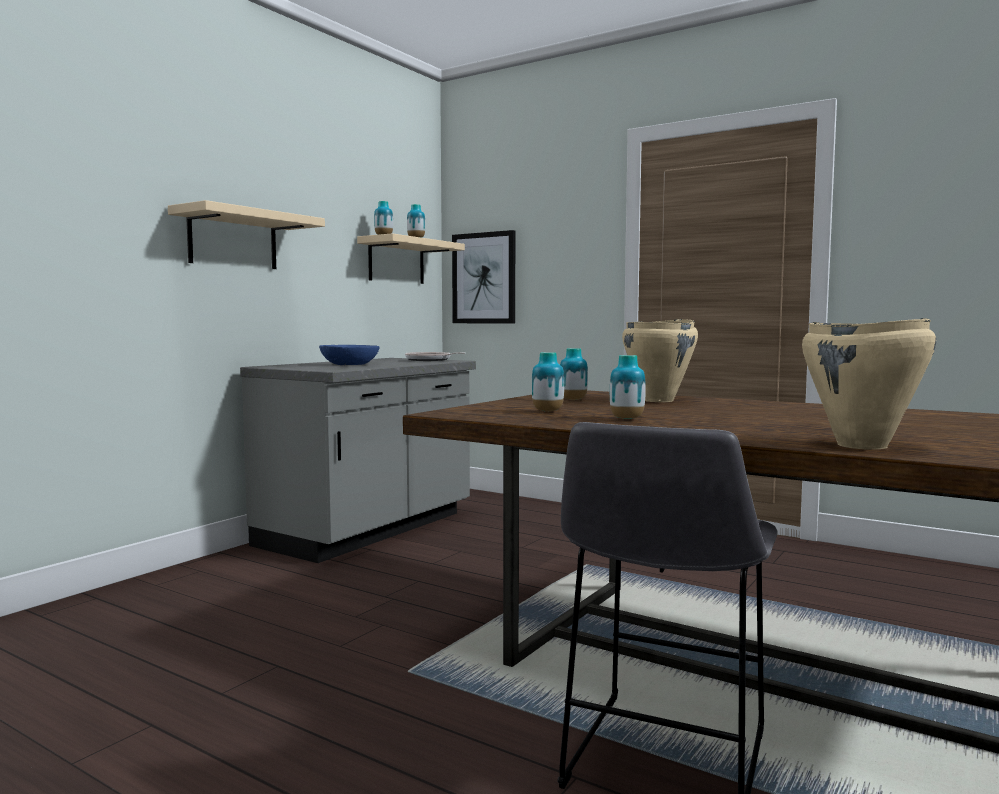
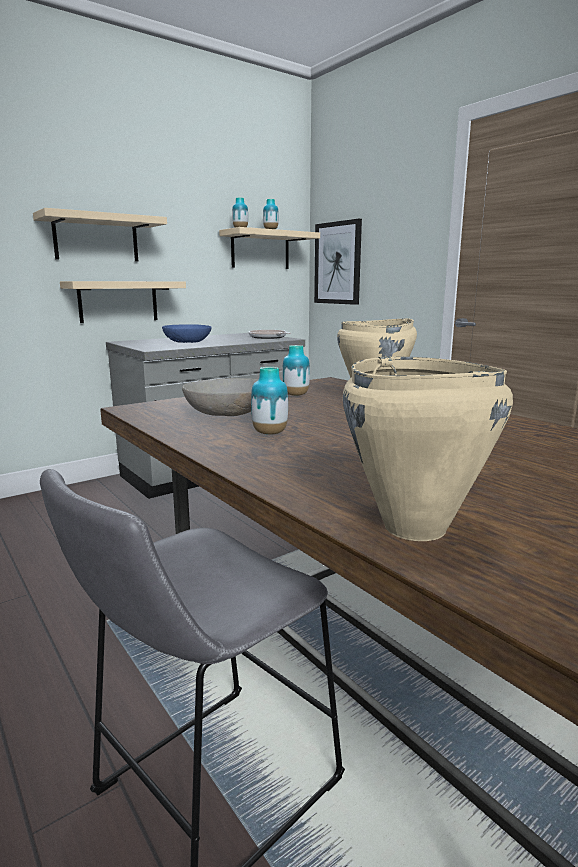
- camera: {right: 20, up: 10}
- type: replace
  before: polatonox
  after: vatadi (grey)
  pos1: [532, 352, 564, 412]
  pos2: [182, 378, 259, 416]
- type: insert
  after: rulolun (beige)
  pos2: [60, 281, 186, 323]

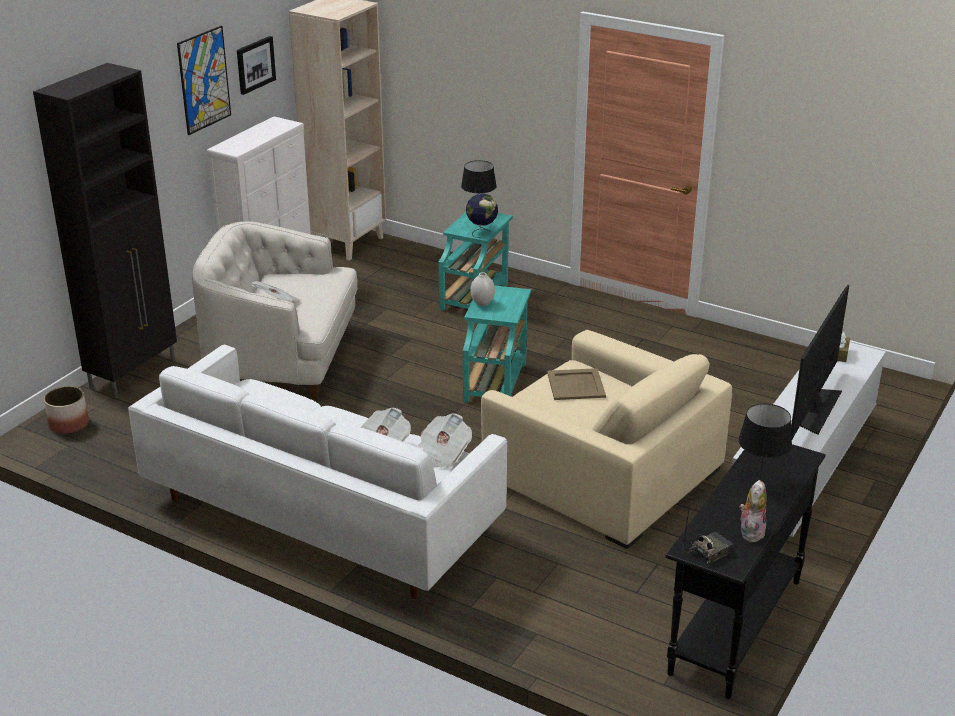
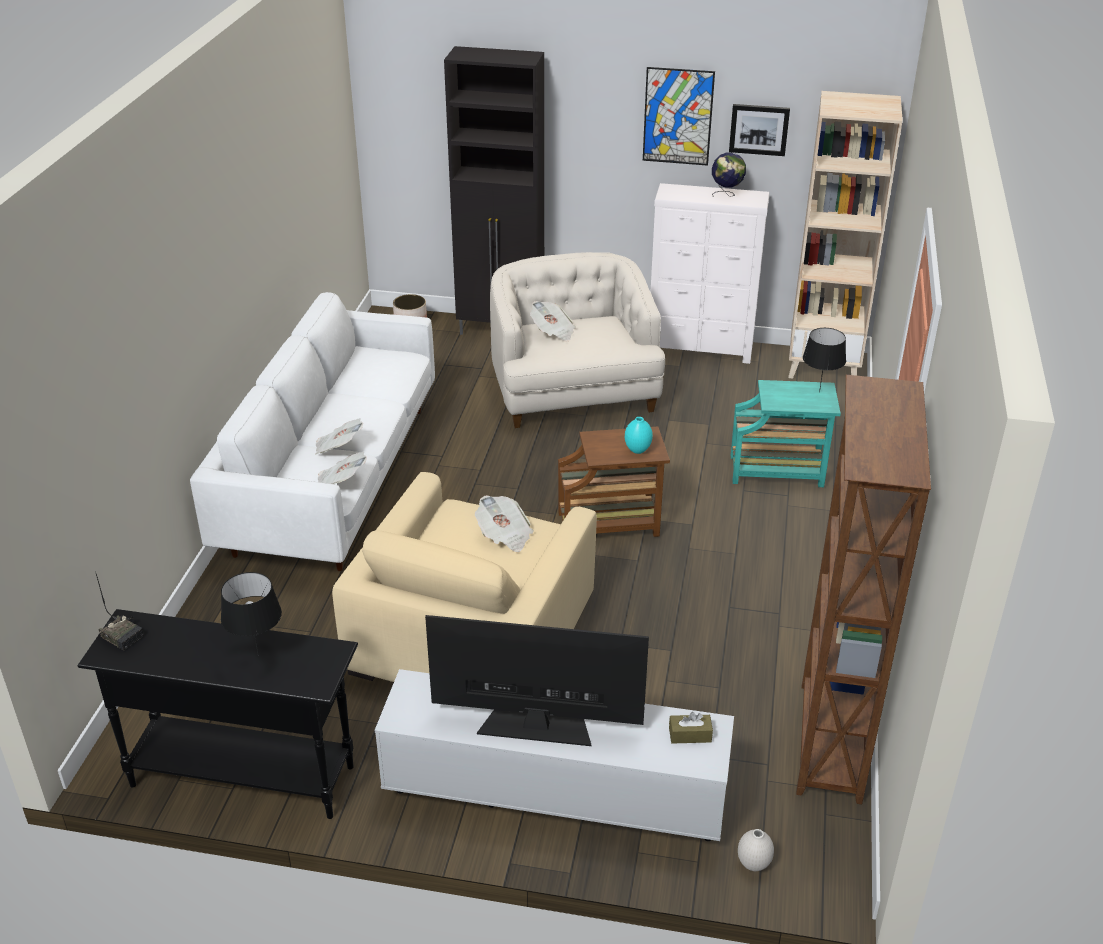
- camera: {right: 70, up: 5}
- type: move
  before: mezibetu
  pos1: [466, 193, 498, 238]
  pos2: [712, 153, 746, 197]
- type: move
  before: polatonox (white)
  pos1: [470, 272, 495, 306]
  pos2: [738, 829, 774, 871]
- type: recolor
  before: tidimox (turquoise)
  after: tidimox (brown)
  pos1: [463, 285, 531, 403]
  pos2: [558, 426, 670, 537]
- type: replace
  before: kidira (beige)
  after: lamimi
  pos1: [547, 368, 606, 400]
  pos2: [475, 495, 534, 552]
- type: delete
  before: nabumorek
  pos1: [740, 480, 767, 543]
- type: insert
  after: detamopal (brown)
  pos2: [796, 375, 931, 804]
- type: insert
  after: polatonox (turquoise)
  pos2: [625, 417, 653, 454]

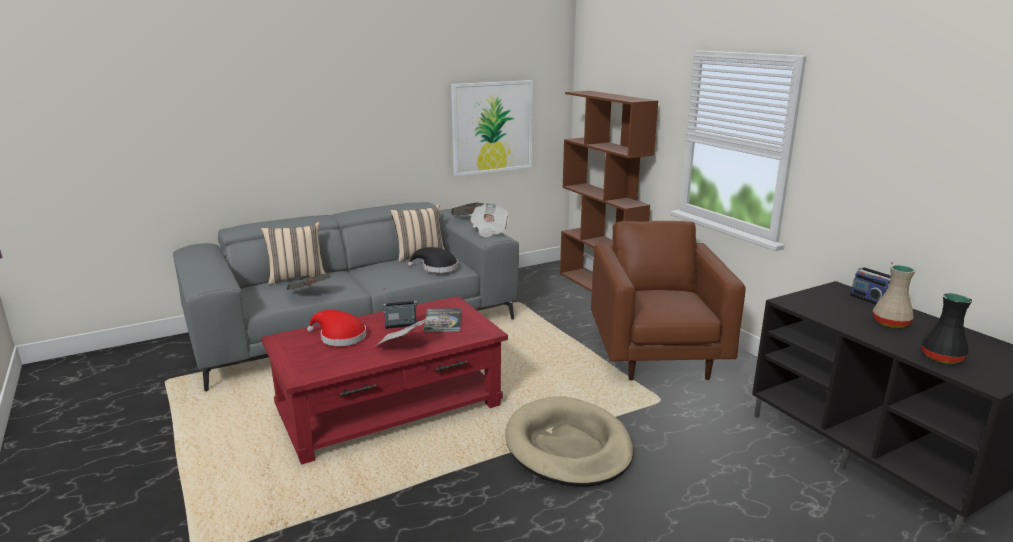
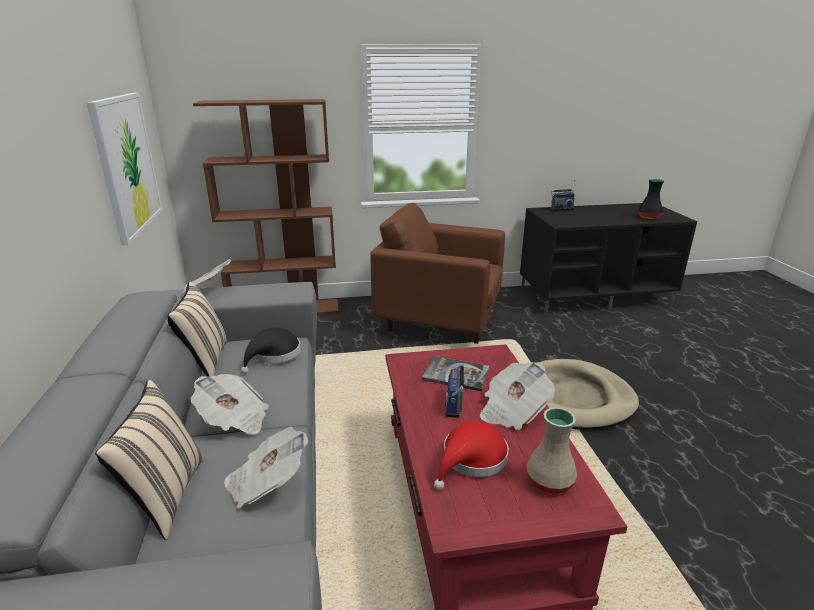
- camera: {right: -70, up: 5}
- type: move
  before: lamimi
  pos1: [470, 203, 510, 237]
  pos2: [190, 374, 269, 435]
- type: move
  before: polatonox (beige)
  pos1: [873, 265, 916, 328]
  pos2: [526, 407, 577, 494]

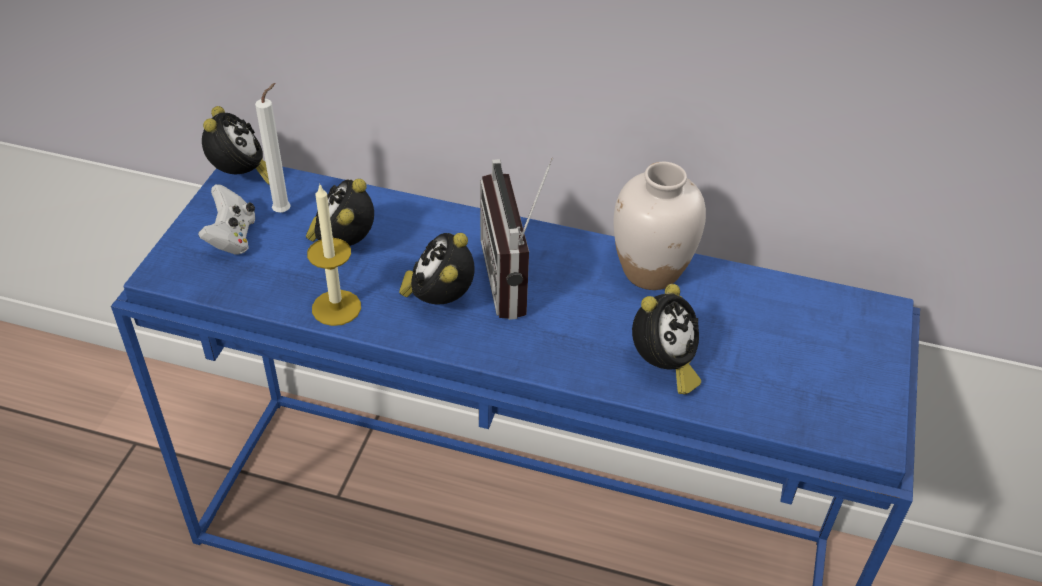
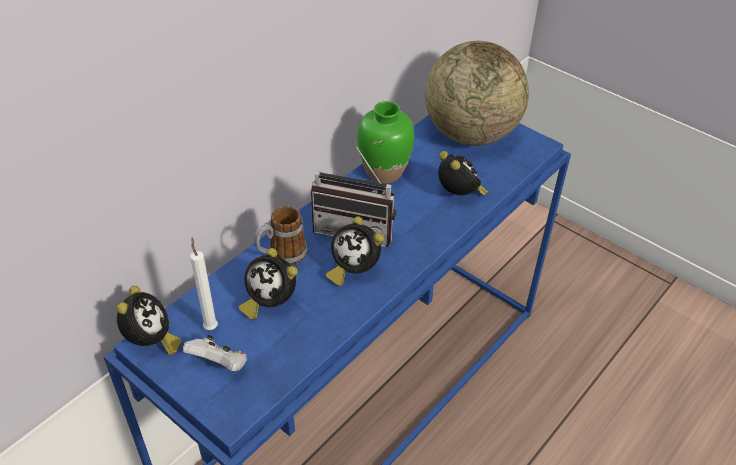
- camera: {right: -65, up: 0}
- type: rotate
  before: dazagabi
  pos1: [202, 106, 270, 185]
  pos2: [117, 286, 181, 355]
  turn: 75
- type: recolor
  before: polatonox (white)
  after: polatonox (green)
  pos1: [613, 162, 706, 290]
  pos2: [357, 101, 414, 184]
- type: delete
  before: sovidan
  pos1: [307, 183, 361, 326]
- type: insert
  after: mezibetu
  pos2: [425, 41, 529, 146]
- type: insert
  after: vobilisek
  pos2: [254, 206, 307, 265]

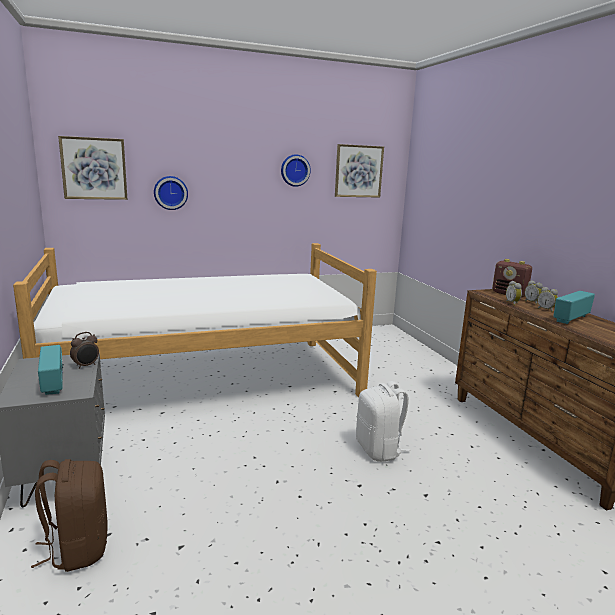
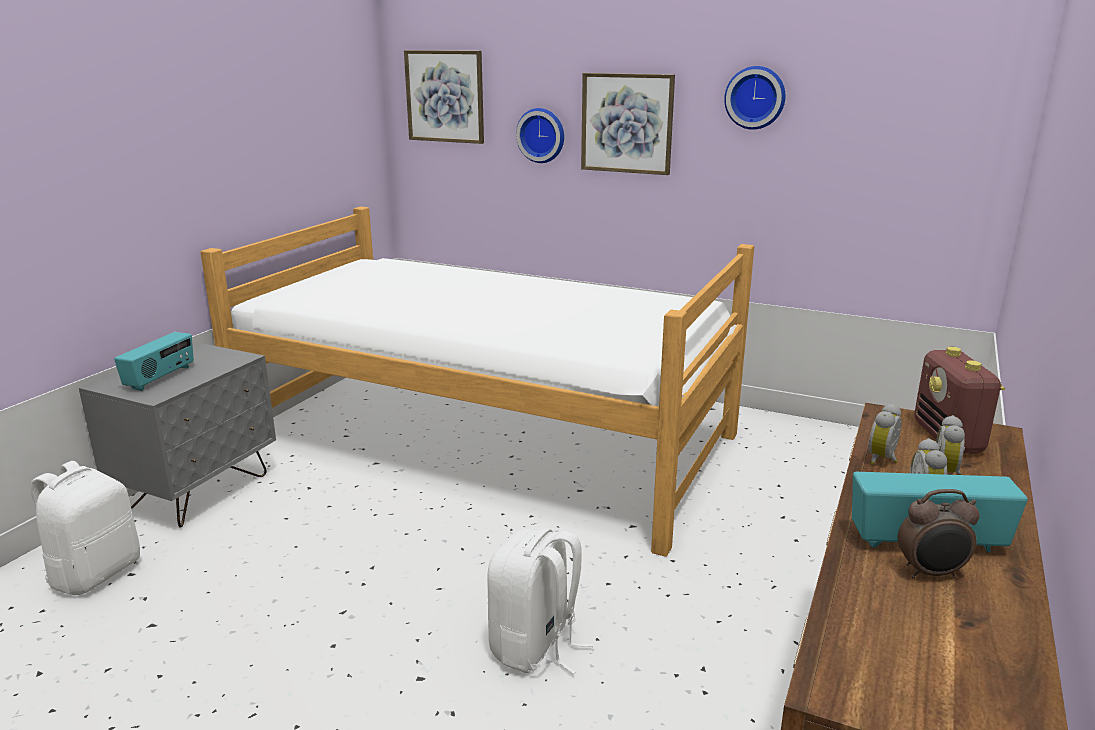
- camera: {right: 45, up: 5}
- type: move
  before: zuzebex
  pos1: [335, 144, 384, 198]
  pos2: [581, 73, 675, 175]
- type: move
  before: dazagabi
  pos1: [70, 332, 99, 369]
  pos2: [898, 489, 980, 578]
- type: recolor
  before: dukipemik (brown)
  after: dukipemik (white)
  pos1: [31, 459, 108, 572]
  pos2: [30, 461, 140, 595]

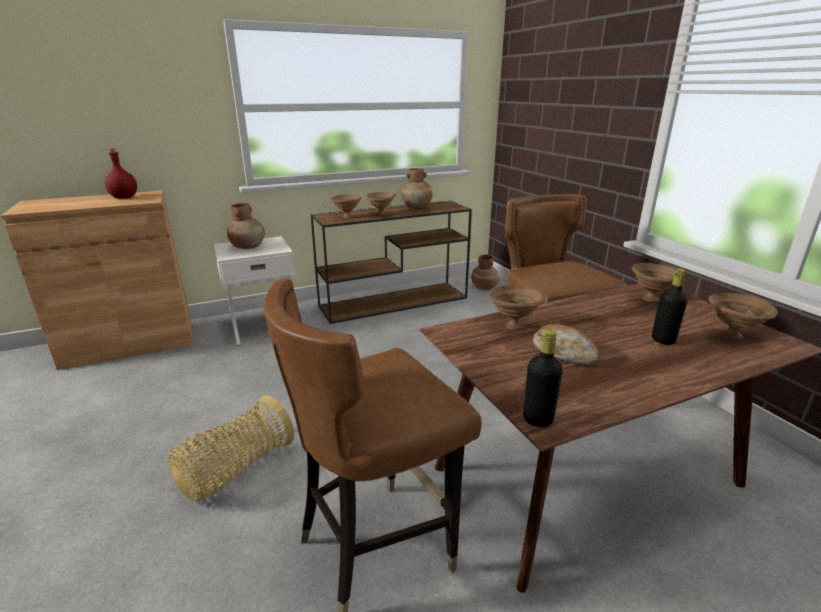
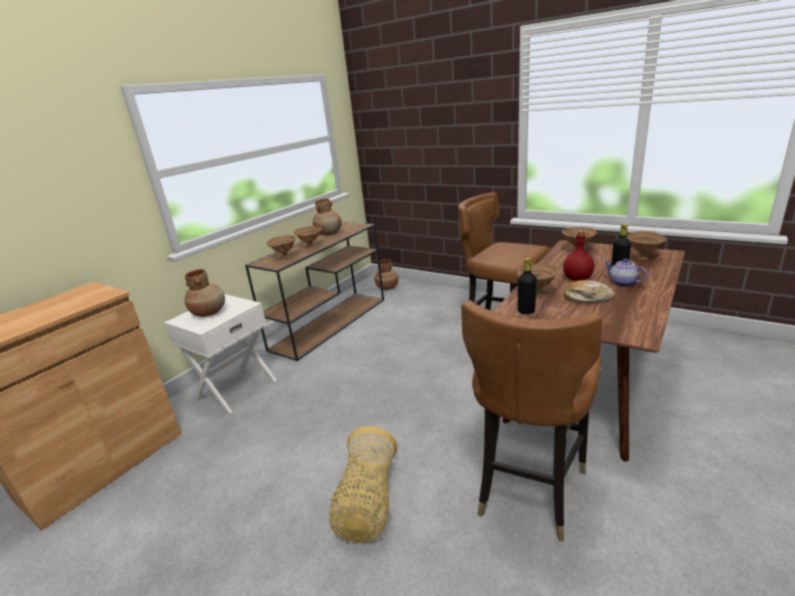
- camera: {right: -30, up: 0}
- type: move
  before: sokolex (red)
  pos1: [105, 148, 137, 199]
  pos2: [563, 230, 594, 281]
- type: move
  before: sokolex (black)
  pos1: [523, 330, 563, 427]
  pos2: [518, 258, 537, 314]
- type: insert
  after: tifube
  pos2: [604, 259, 648, 287]

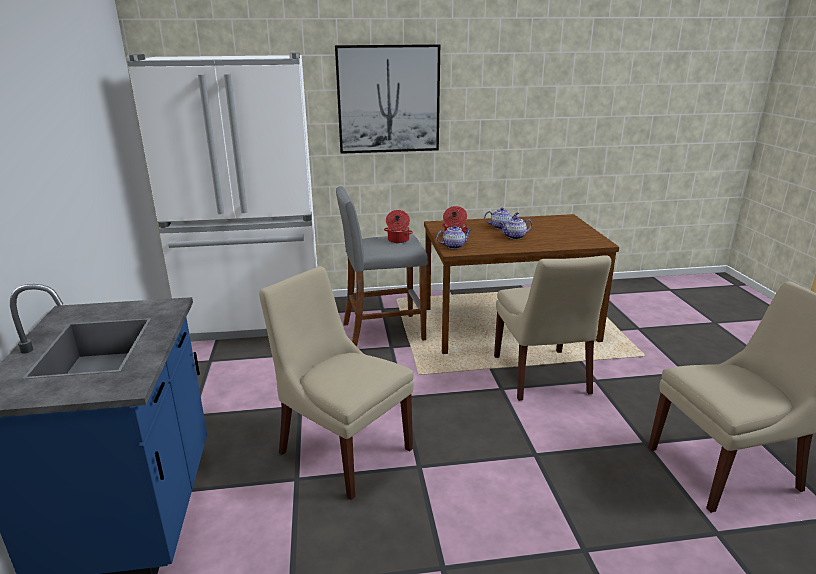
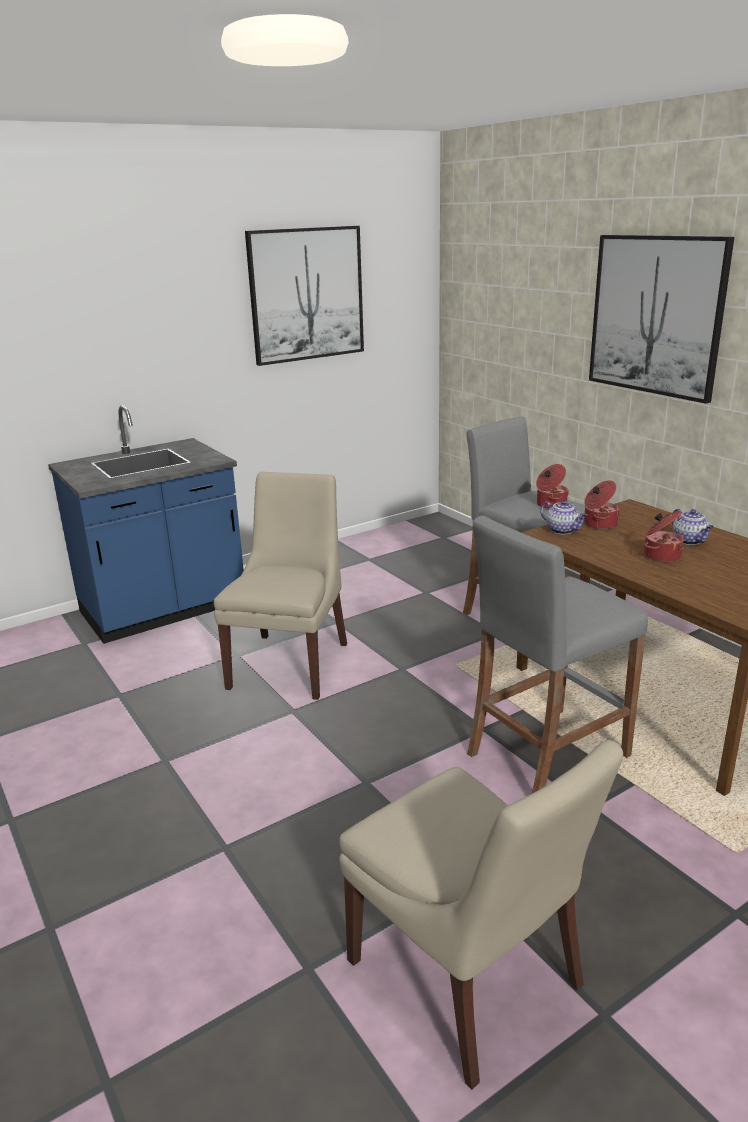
- camera: {right: 65, up: 0}
- type: delete
  before: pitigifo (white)
  pos1: [127, 52, 317, 342]
- type: replace
  before: tifube
  after: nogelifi
  pos1: [500, 216, 532, 239]
  pos2: [644, 510, 684, 562]
- type: replace
  before: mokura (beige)
  after: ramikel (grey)
  pos1: [494, 255, 611, 401]
  pos2: [467, 516, 648, 793]
- type: insert
  after: zuzebex
  pos2: [245, 226, 364, 366]

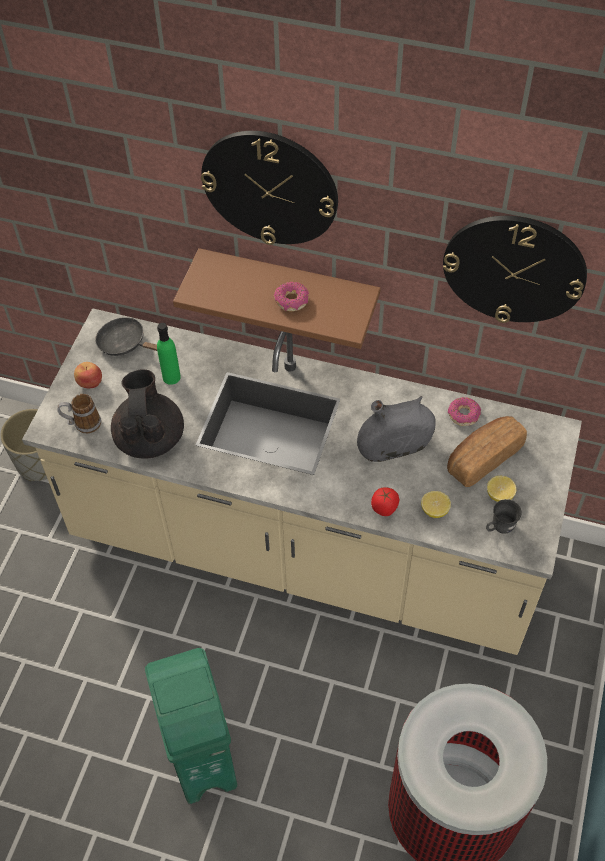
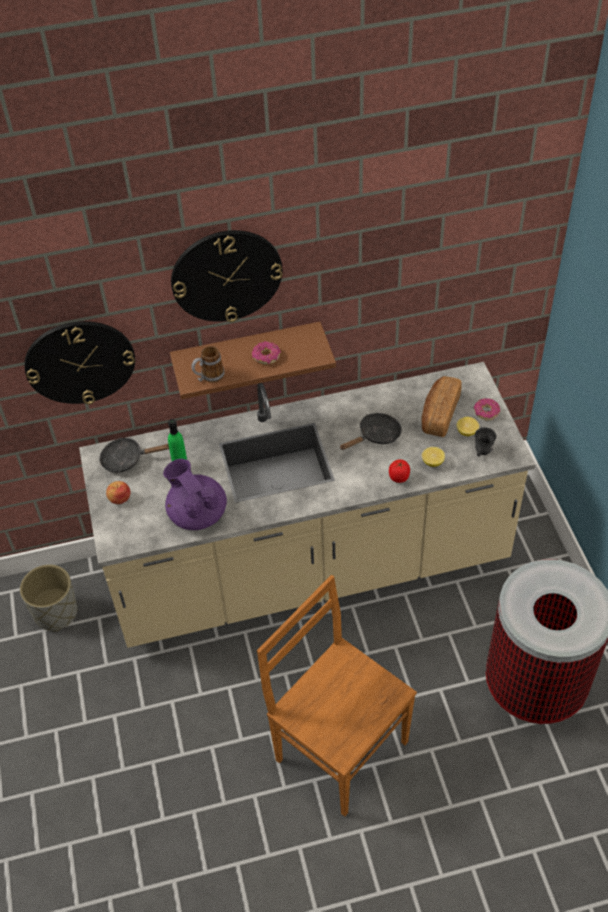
- camera: {right: -30, up: -5}
- type: move
  before: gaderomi
  pos1: [443, 216, 587, 323]
  pos2: [24, 321, 135, 404]
- type: recolor
  before: tifube (black)
  after: tifube (purple)
  pos1: [111, 369, 184, 458]
  pos2: [163, 459, 227, 530]
- type: move
  before: vobilisek
  pos1: [58, 394, 101, 434]
  pos2: [191, 346, 225, 383]
- type: replace
  before: polatonox (grey)
  after: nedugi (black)
  pos1: [357, 396, 436, 462]
  pos2: [340, 413, 402, 450]
- type: move
  before: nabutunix
  pos1: [448, 397, 481, 426]
  pos2: [474, 398, 500, 421]
- type: replace
  before: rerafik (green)
  after: mokura (brown)
  pos1: [145, 648, 237, 804]
  pos2: [257, 575, 417, 817]

